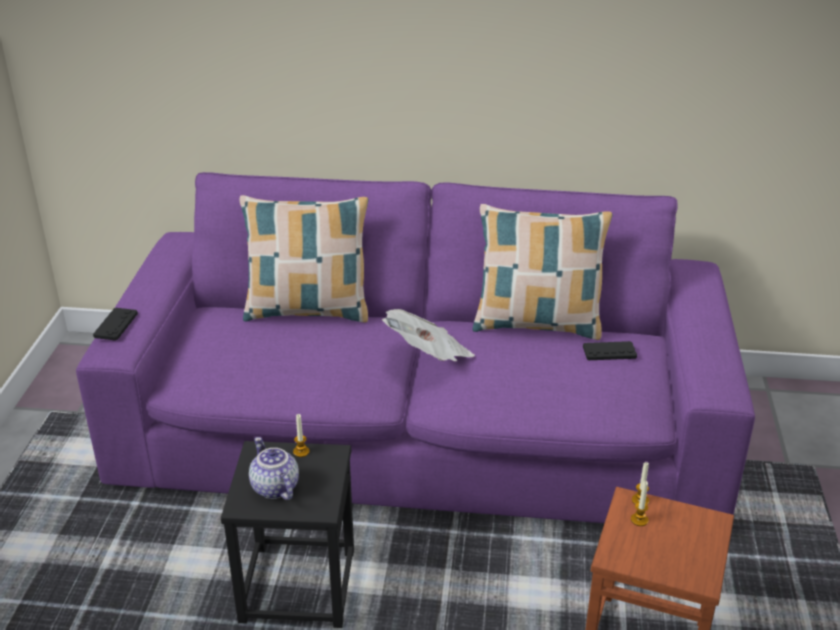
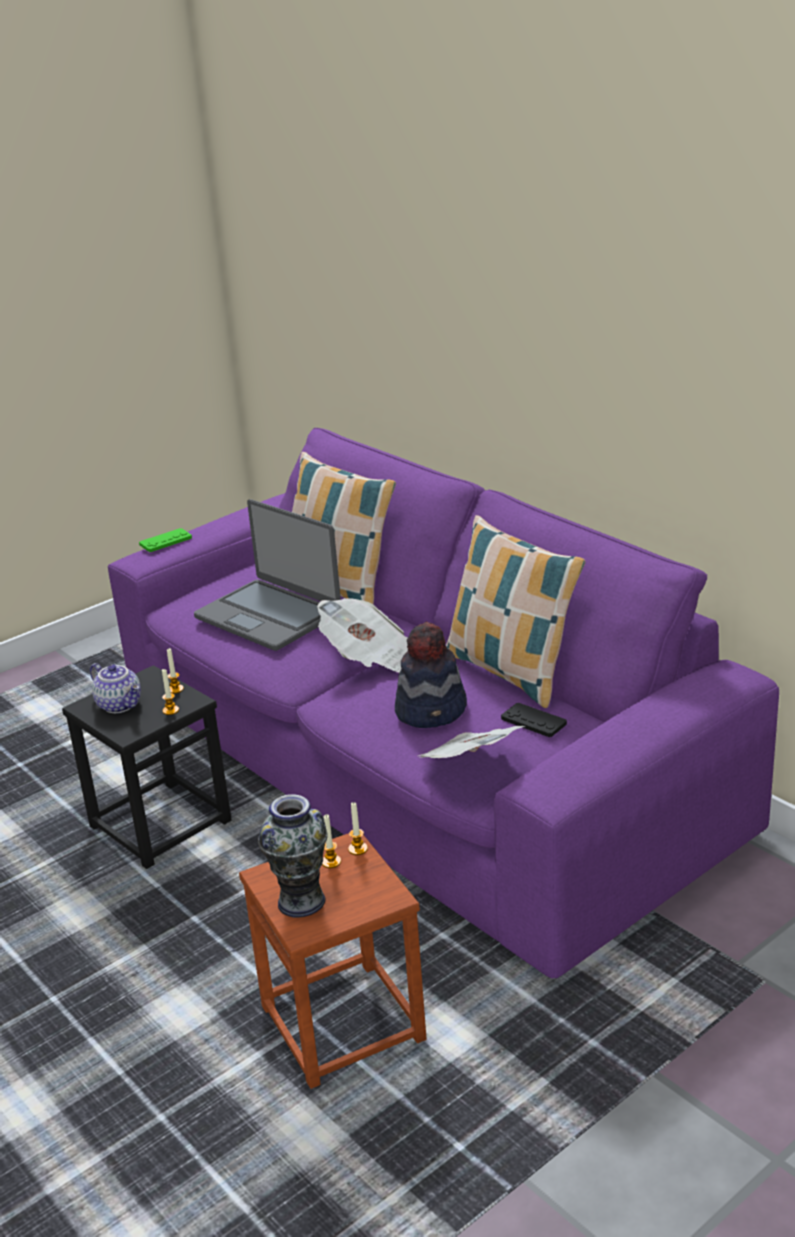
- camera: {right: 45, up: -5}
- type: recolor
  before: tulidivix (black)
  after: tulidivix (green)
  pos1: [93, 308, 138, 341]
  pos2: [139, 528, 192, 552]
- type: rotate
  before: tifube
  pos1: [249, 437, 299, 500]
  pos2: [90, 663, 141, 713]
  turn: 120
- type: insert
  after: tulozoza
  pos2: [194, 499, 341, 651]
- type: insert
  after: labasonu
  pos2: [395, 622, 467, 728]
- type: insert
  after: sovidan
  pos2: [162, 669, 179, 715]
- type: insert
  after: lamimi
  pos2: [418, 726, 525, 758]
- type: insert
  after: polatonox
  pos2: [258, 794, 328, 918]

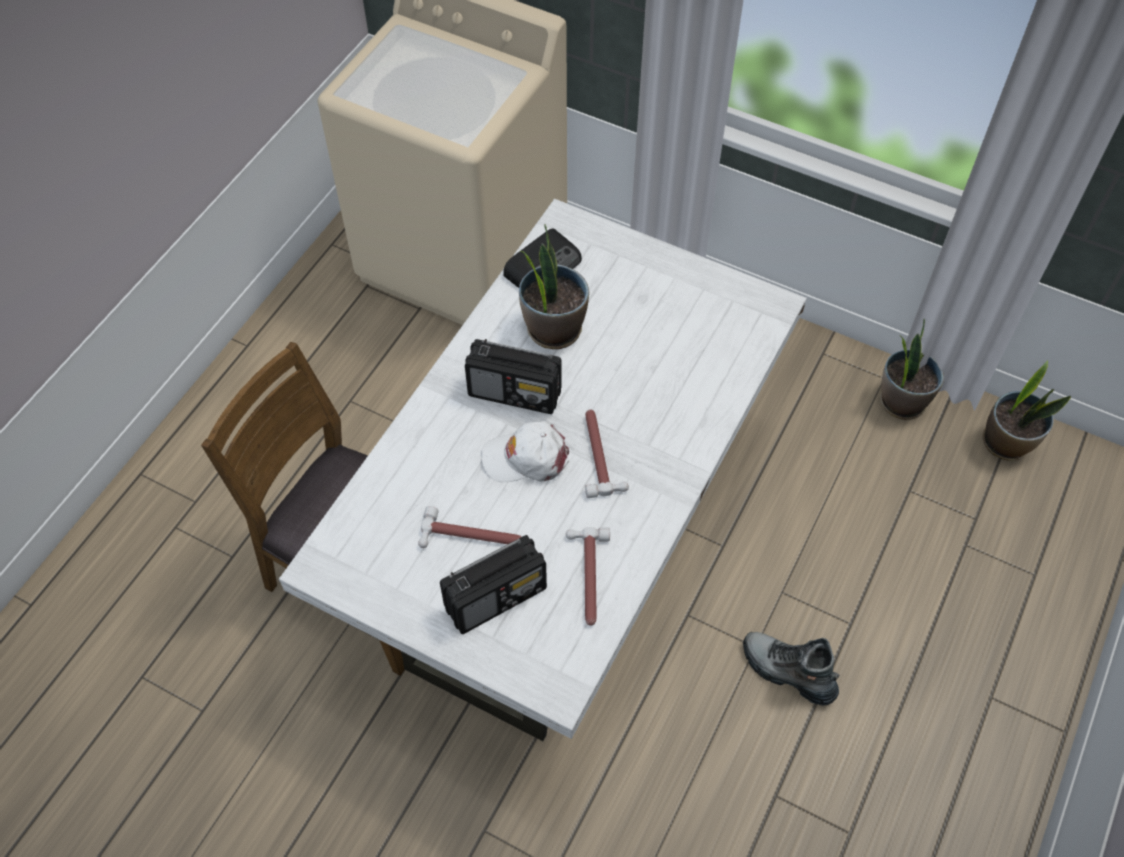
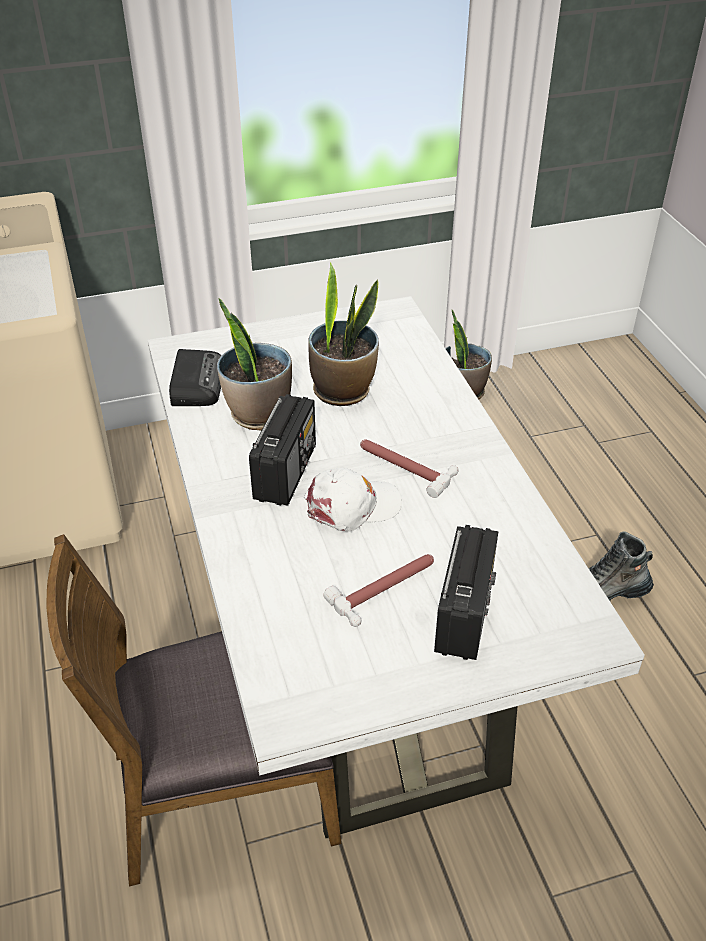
- camera: {right: -45, up: -15}
- type: rotate
  before: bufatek
  pos1: [465, 339, 561, 414]
  pos2: [249, 394, 316, 506]
  turn: -45
- type: move
  before: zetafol
  pos1: [983, 360, 1071, 460]
  pos2: [308, 262, 379, 406]
- type: rotate
  before: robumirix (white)
  pos1: [481, 421, 569, 482]
  pos2: [304, 468, 402, 532]
  turn: -150
- type: delete
  before: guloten
  pos1: [566, 527, 610, 625]

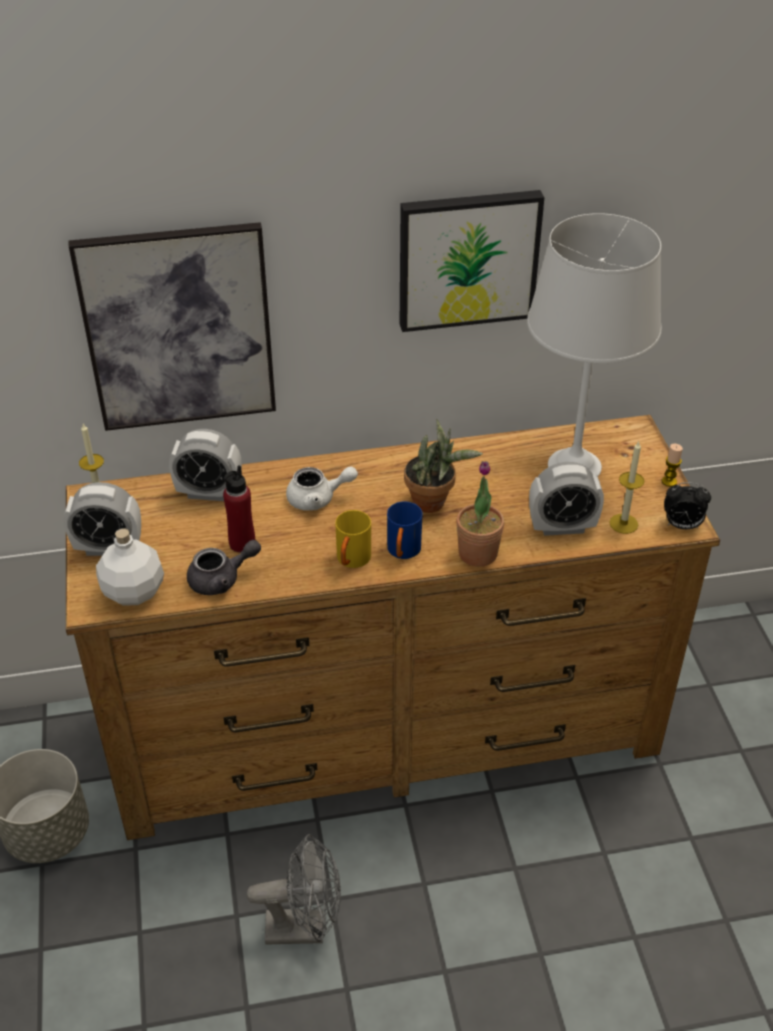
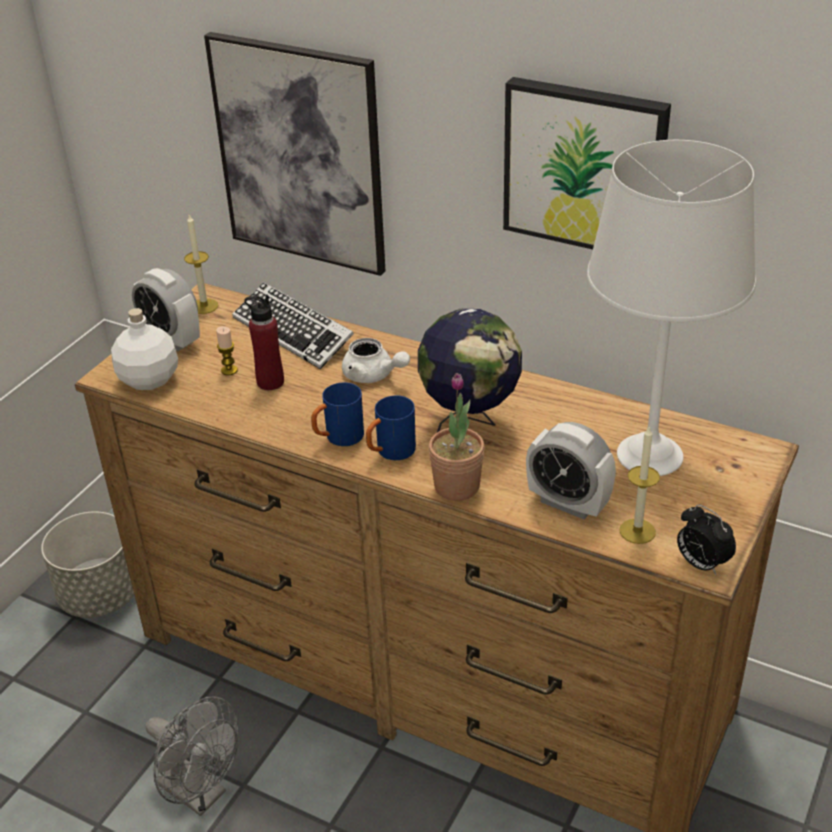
- camera: {right: 40, up: -5}
- type: replace
  before: zetafol
  after: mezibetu
  pos1: [404, 419, 483, 513]
  pos2: [418, 309, 522, 432]
- type: replace
  before: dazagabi
  after: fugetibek
  pos1: [169, 429, 242, 501]
  pos2: [232, 282, 354, 369]
- type: move
  before: sovidan
  pos1: [662, 443, 683, 487]
  pos2: [216, 326, 238, 376]
- type: recolor
  before: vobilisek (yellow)
  after: vobilisek (blue)
  pos1: [335, 510, 371, 568]
  pos2: [311, 383, 364, 446]
- type: delete
  before: tifube (grey)
  pos1: [187, 540, 261, 595]

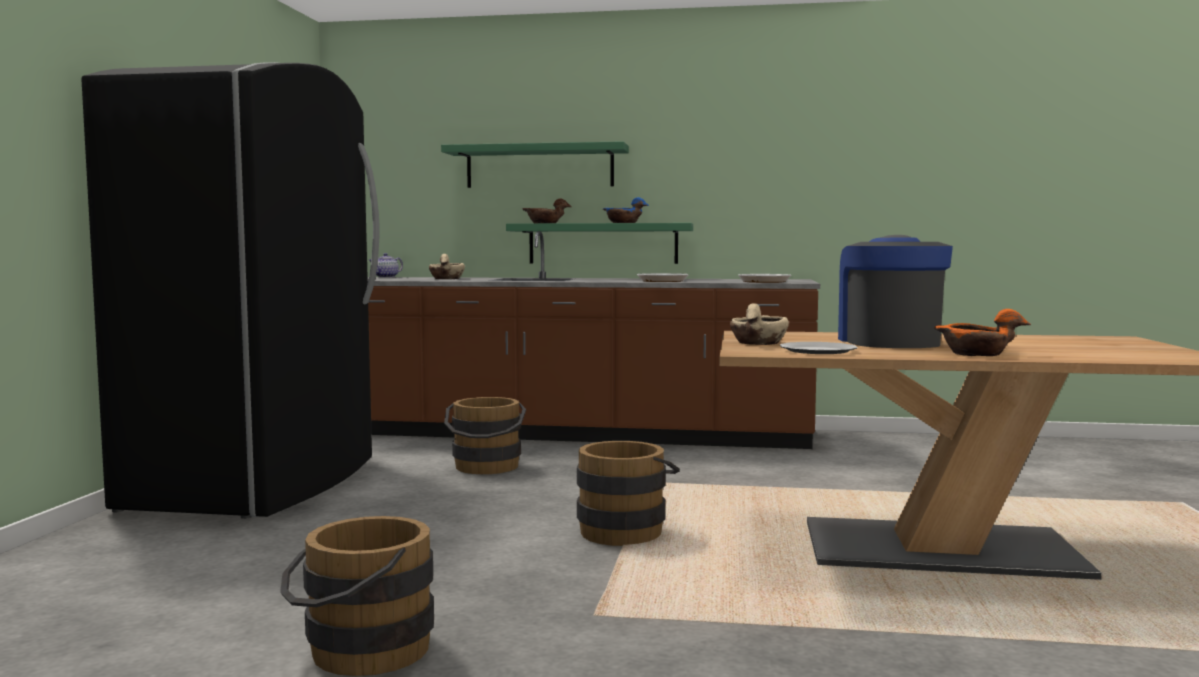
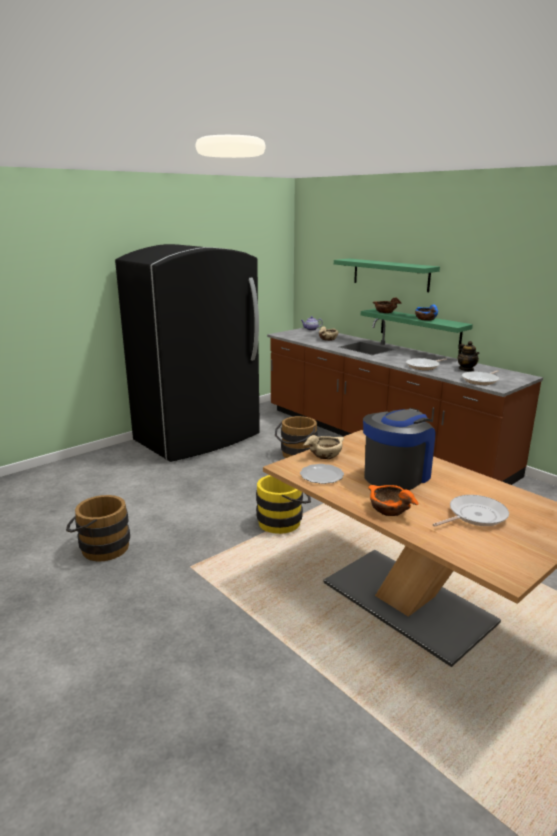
- camera: {right: 40, up: 15}
- type: recolor
  before: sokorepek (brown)
  after: sokorepek (yellow)
  pos1: [577, 441, 680, 546]
  pos2: [256, 475, 311, 534]
- type: insert
  after: tifube
  pos2: [457, 341, 479, 371]
- type: insert
  after: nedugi
  pos2: [433, 495, 509, 527]

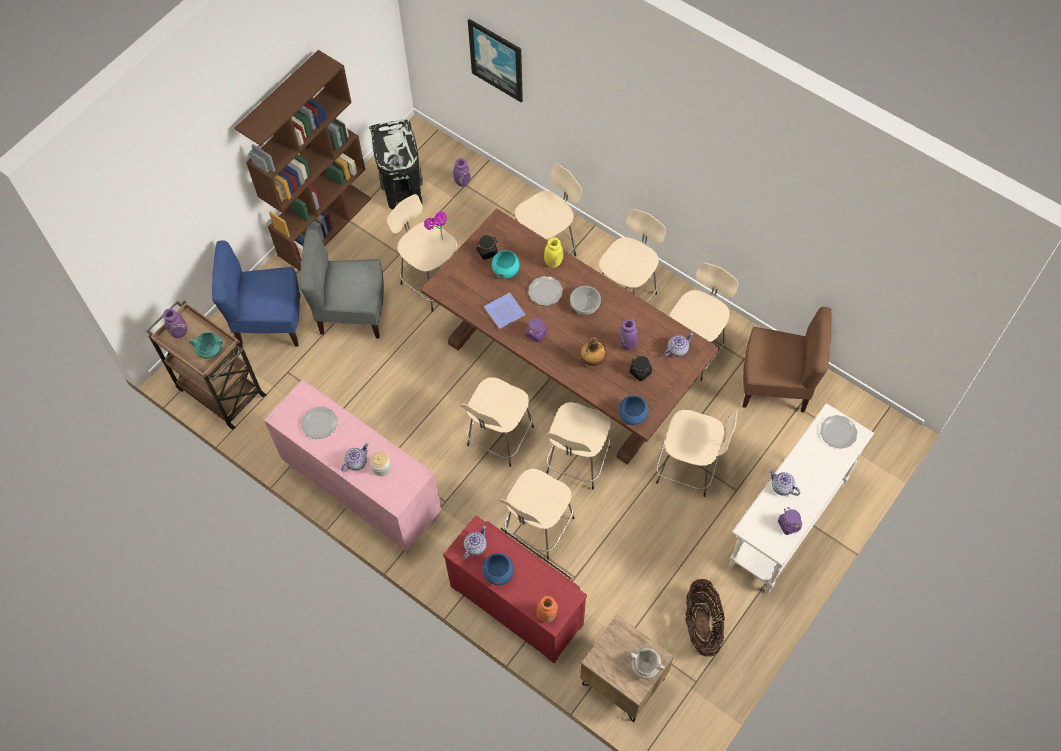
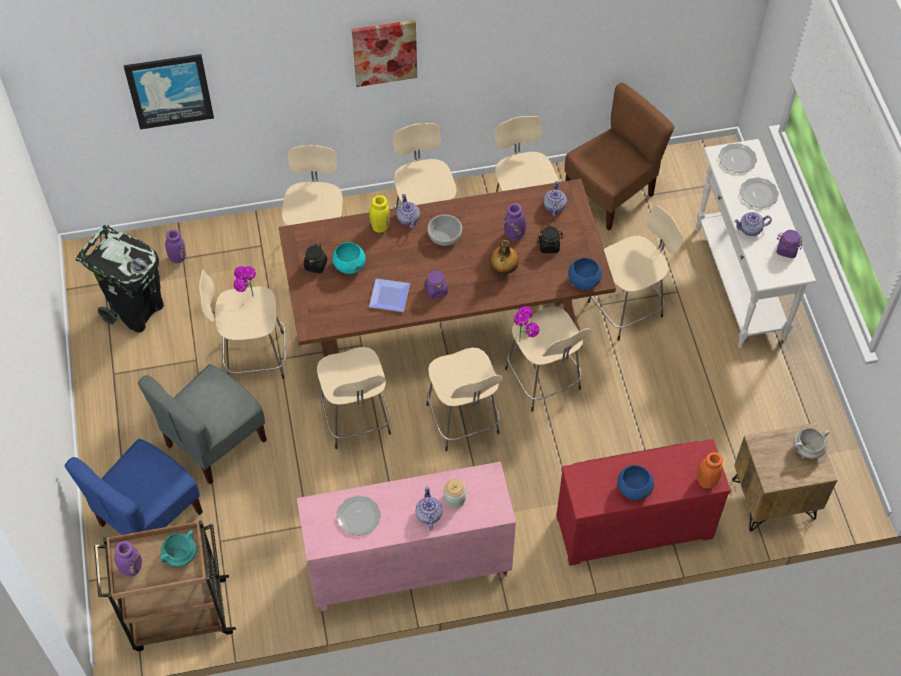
- camera: {right: -50, up: -5}
- type: delete
  before: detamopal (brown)
  pos1: [235, 50, 371, 271]
- type: move
  before: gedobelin
  pos1: [528, 276, 563, 306]
  pos2: [740, 177, 779, 208]
- type: move
  before: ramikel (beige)
  pos1: [499, 469, 574, 559]
  pos2: [317, 347, 391, 449]
- type: move
  before: tifube
  pos1: [463, 526, 487, 559]
  pos2: [396, 194, 420, 229]
- type: delete
  before: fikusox
  pos1: [685, 579, 725, 657]
- type: insert
  after: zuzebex
  pos2: [352, 20, 417, 87]
- type: insert
  after: zetafol
  pos2: [514, 306, 540, 342]

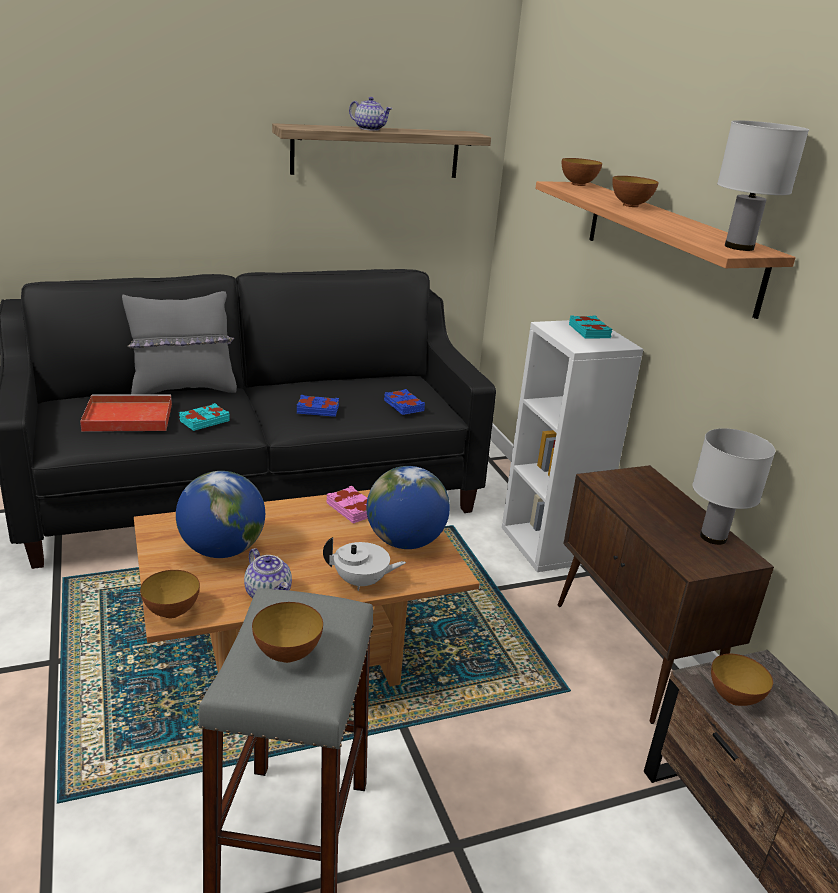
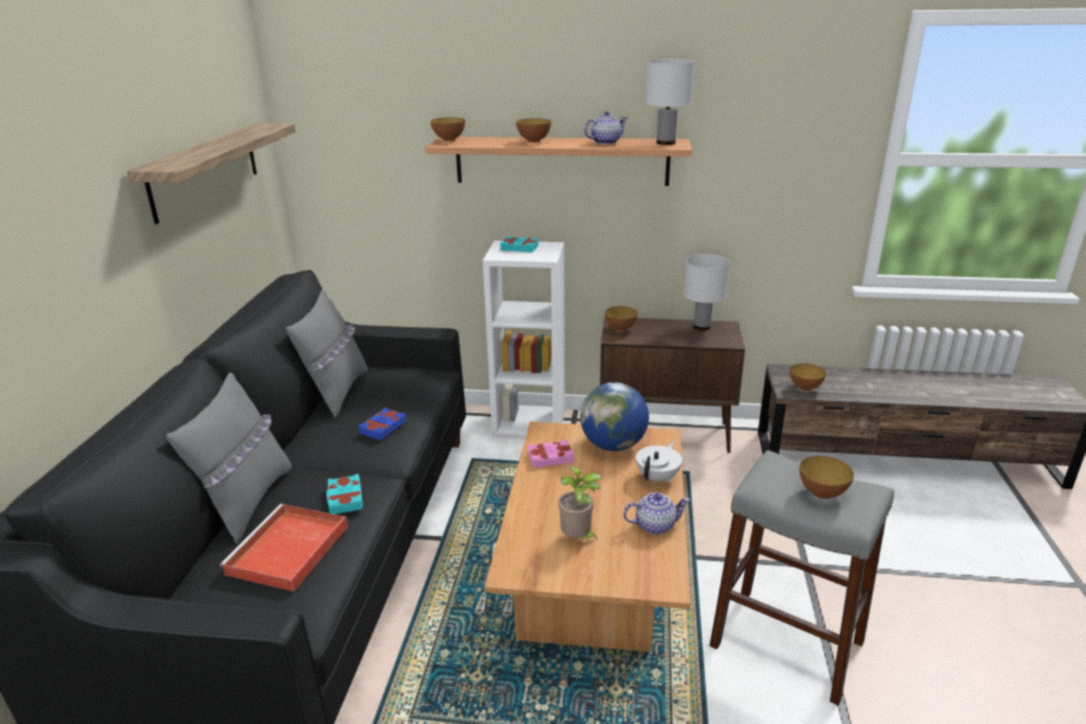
- camera: {right: -60, up: 0}
- type: move
  before: tifube
  pos1: [349, 97, 392, 131]
  pos2: [584, 111, 627, 144]
- type: delete
  before: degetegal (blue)
  pos1: [384, 389, 425, 415]
- type: replace
  before: mezibetu
  after: zetafol
  pos1: [176, 471, 265, 558]
  pos2: [558, 467, 603, 541]
- type: move
  before: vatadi
  pos1: [140, 570, 200, 618]
  pos2: [605, 306, 638, 332]
- type: insert
  after: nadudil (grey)
  pos2: [286, 290, 368, 418]

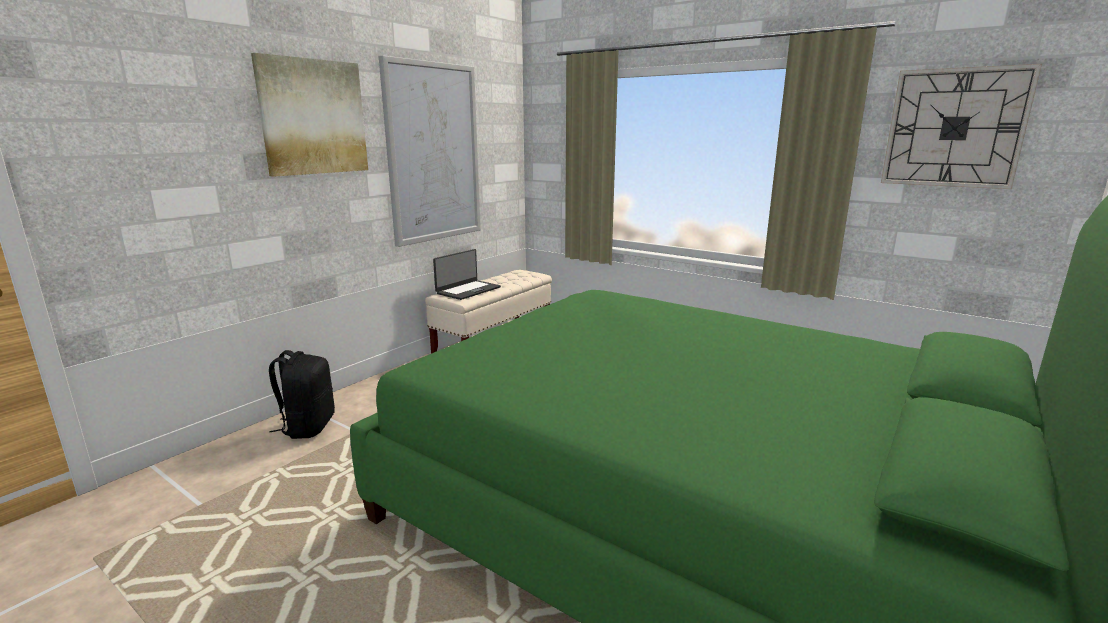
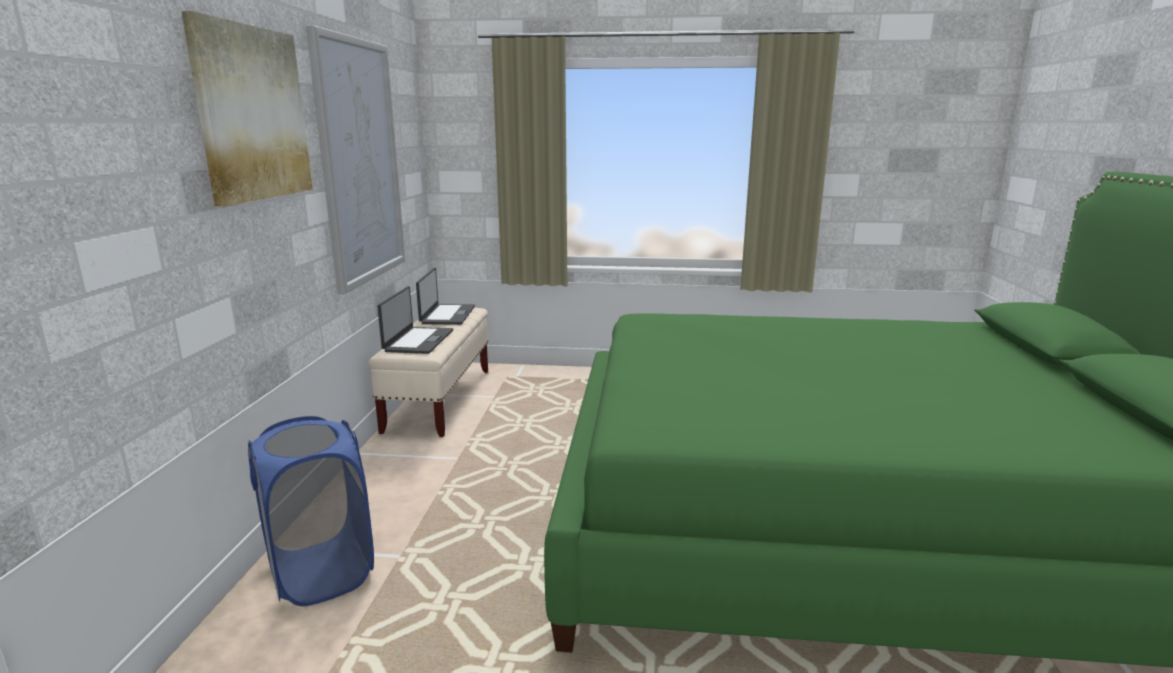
- camera: {right: -30, up: 0}
- type: delete
  before: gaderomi
  pos1: [881, 64, 1042, 189]
- type: replace
  before: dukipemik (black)
  after: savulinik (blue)
  pos1: [269, 350, 335, 439]
  pos2: [248, 416, 374, 606]
- type: insert
  after: tulozoza
  pos2: [416, 268, 475, 325]

